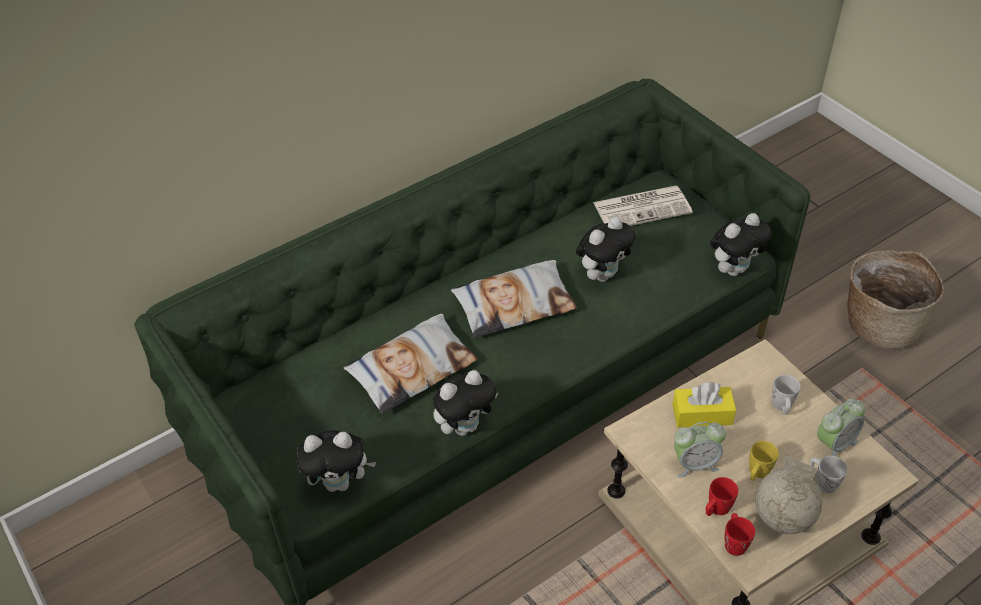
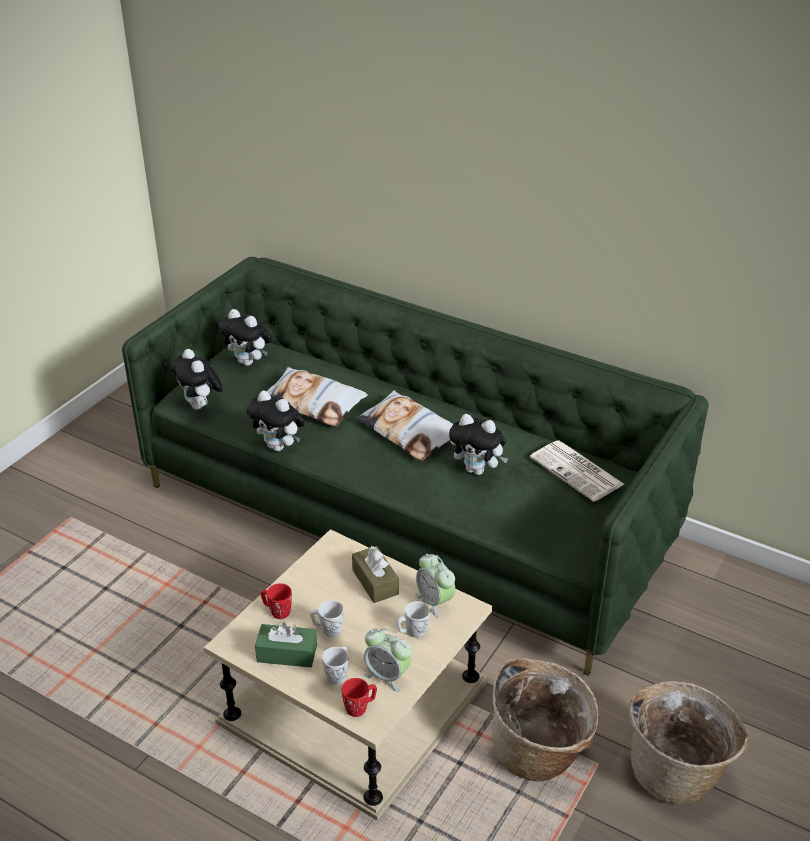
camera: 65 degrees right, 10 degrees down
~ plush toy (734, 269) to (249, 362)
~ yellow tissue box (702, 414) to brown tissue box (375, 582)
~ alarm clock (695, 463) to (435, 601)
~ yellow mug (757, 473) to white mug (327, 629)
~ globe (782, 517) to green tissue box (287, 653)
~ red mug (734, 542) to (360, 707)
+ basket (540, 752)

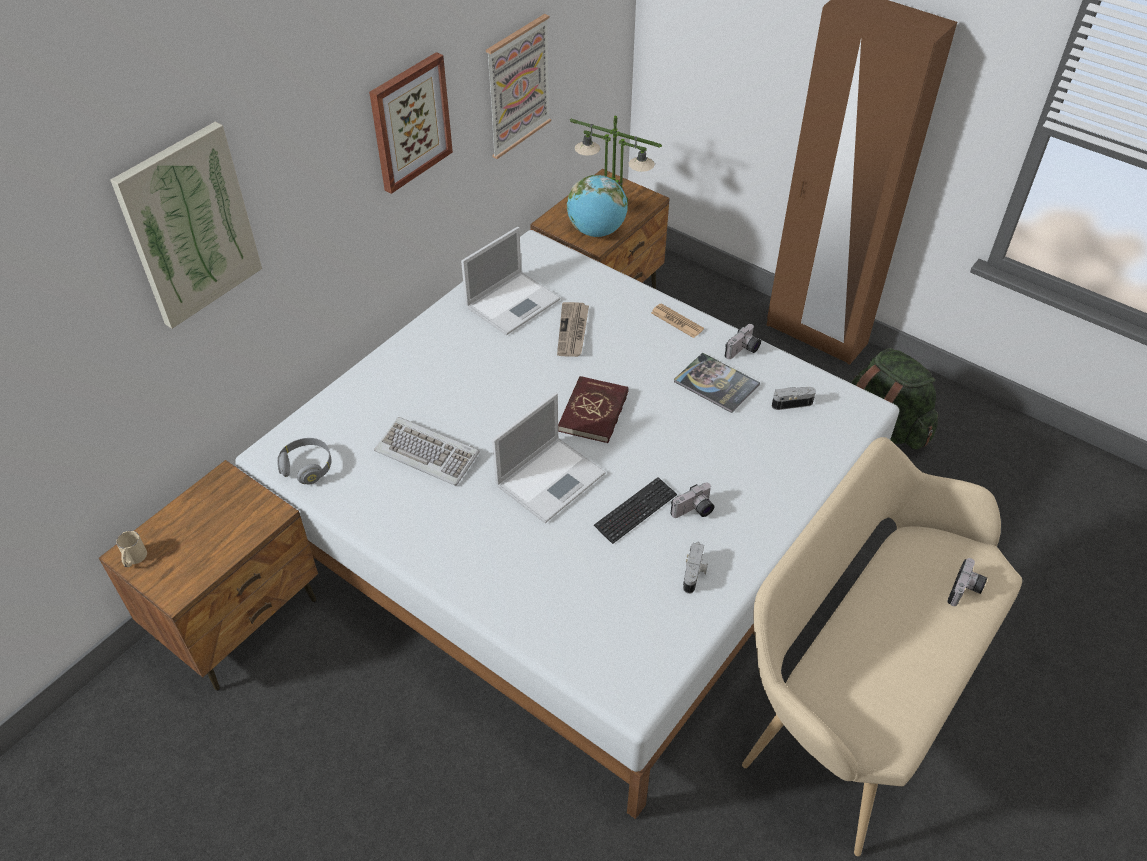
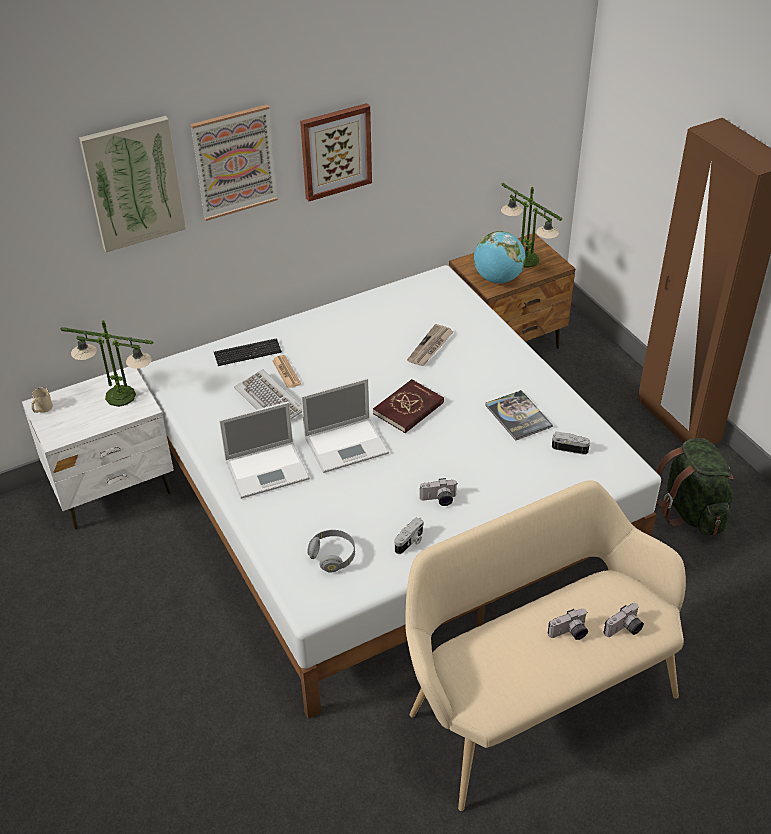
camera: 25 degrees right, 5 degrees down
~ picture (518, 86) to (234, 162)
~ laptop (514, 302) to (268, 469)
~ newspaper (677, 321) to (286, 372)
~ photo camera (743, 351) to (569, 633)
~ grey headphones (307, 467) to (333, 556)
~ brown nightstand (239, 619) to white nightstand (113, 488)
~ keyboard (635, 511) to (247, 353)
+ table lamp (120, 396)

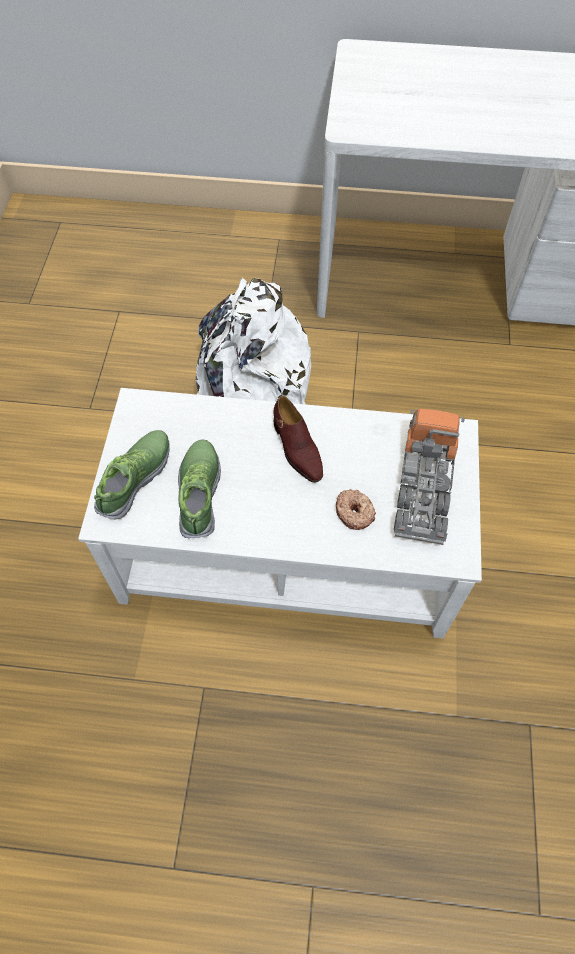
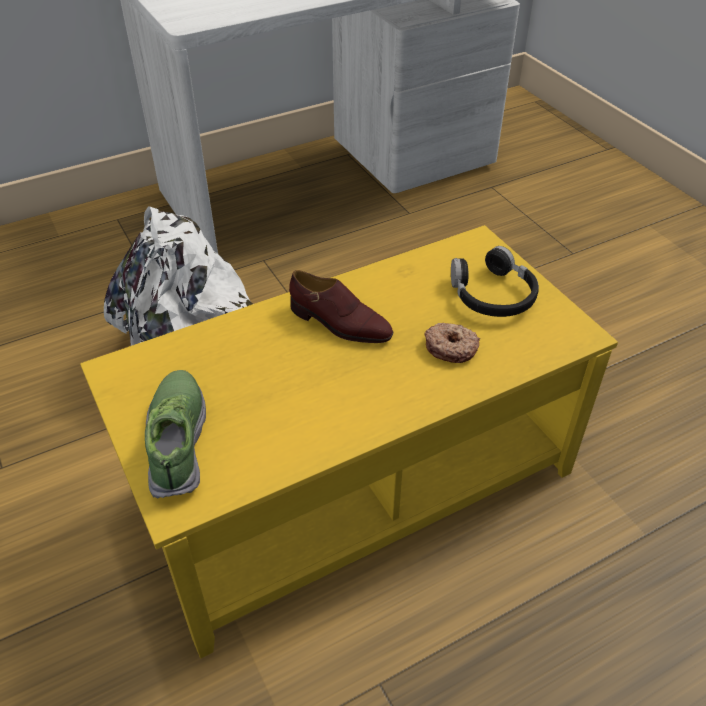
camera: 35 degrees left, 15 degrees down
~ white coffee table (286, 551) to yellow coffee table (353, 485)
~ toy truck (424, 486) to black headphones (492, 295)
- shoe (200, 493)

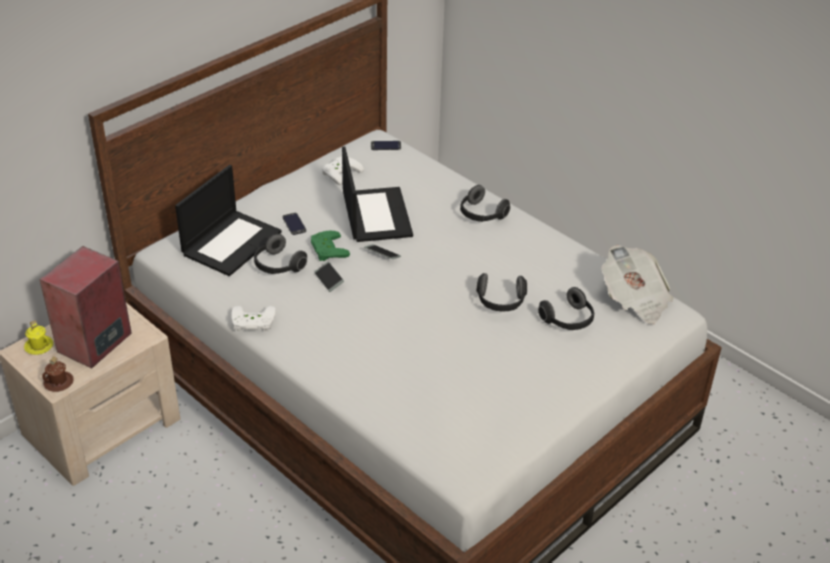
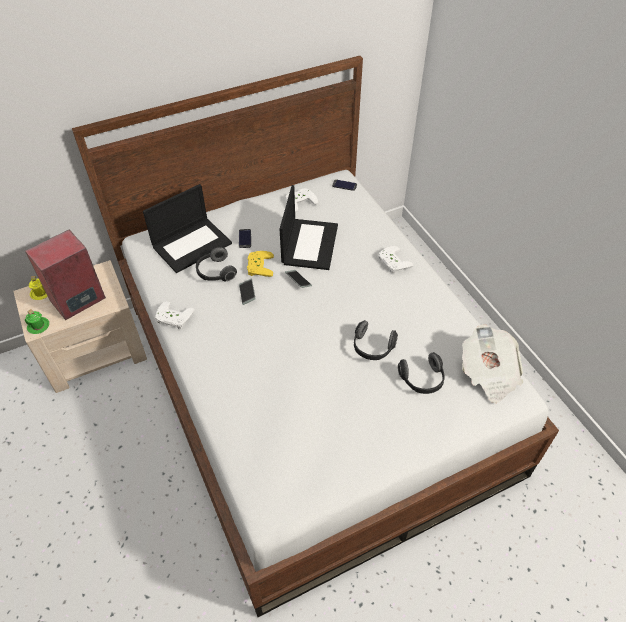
camera: 20 degrees right, 10 degrees up
~ headphones (481, 215) to white game controller (392, 262)
~ green game controller (326, 249) to yellow game controller (258, 266)
~ brown mug (58, 382) to green mug (38, 326)

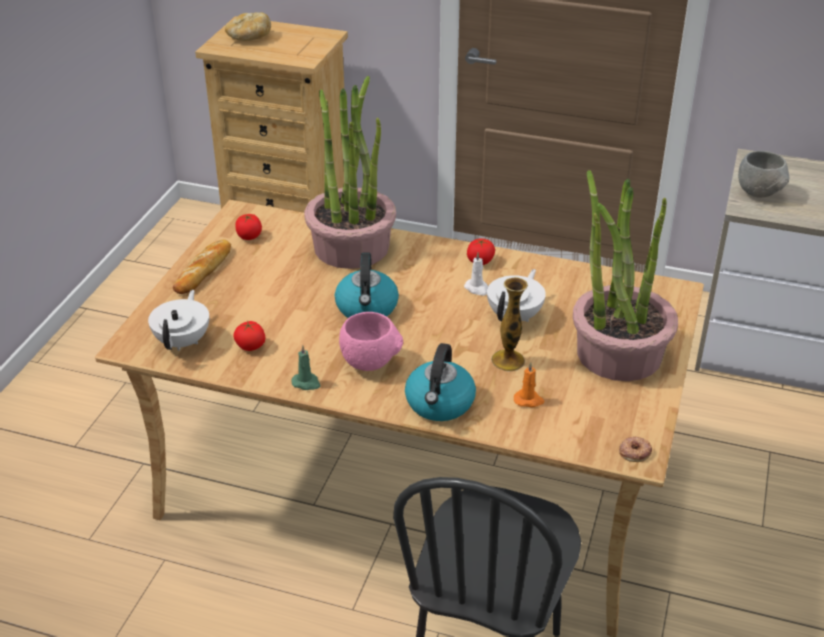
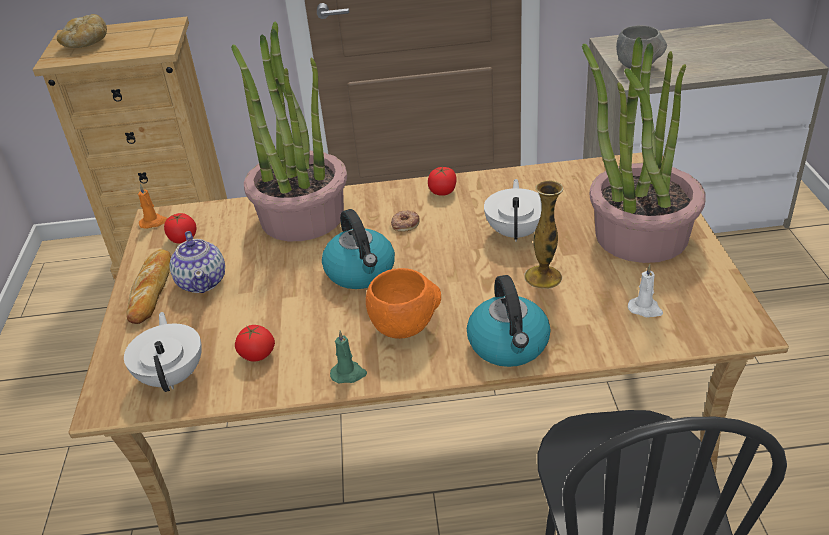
camera: 20 degrees left, 0 degrees up
~ white candle (477, 288) to (645, 309)
~ pink bowl (370, 364) to orange bowl (404, 329)
~ orange candle (529, 400) to (154, 222)
~ donut (634, 452) to (405, 223)
+ teapot (202, 281)

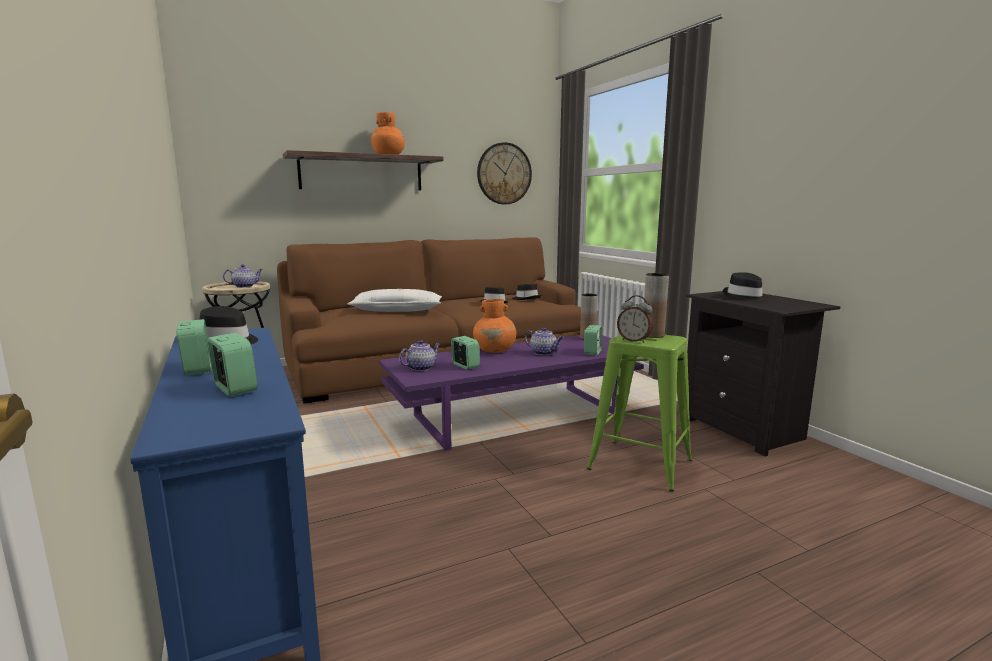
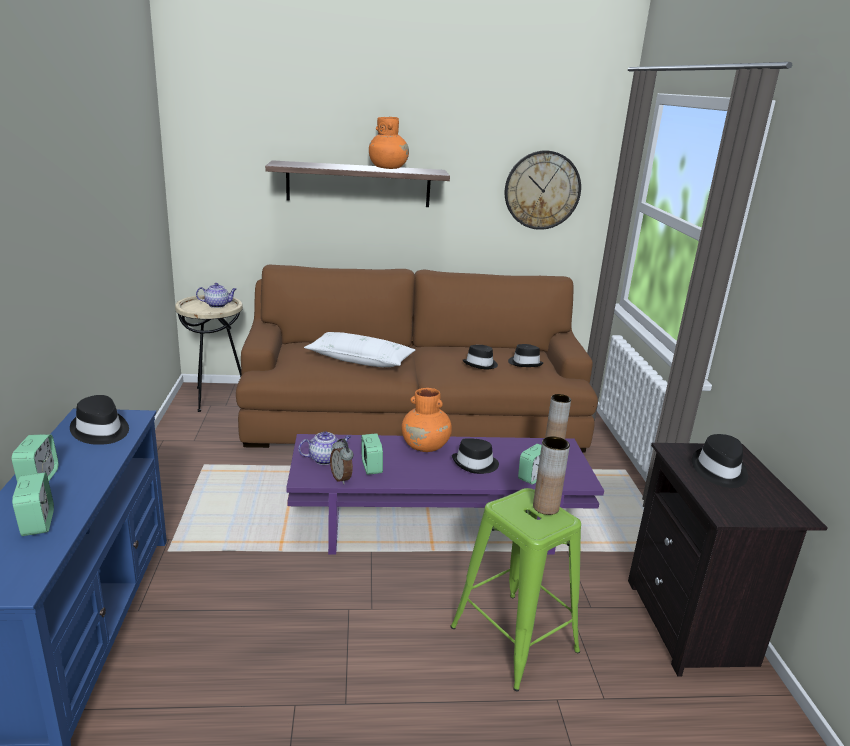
camera: 20 degrees right, 10 degrees up
~ alarm clock (634, 340) to (341, 478)
~ teapot (544, 353) to black hat (475, 464)

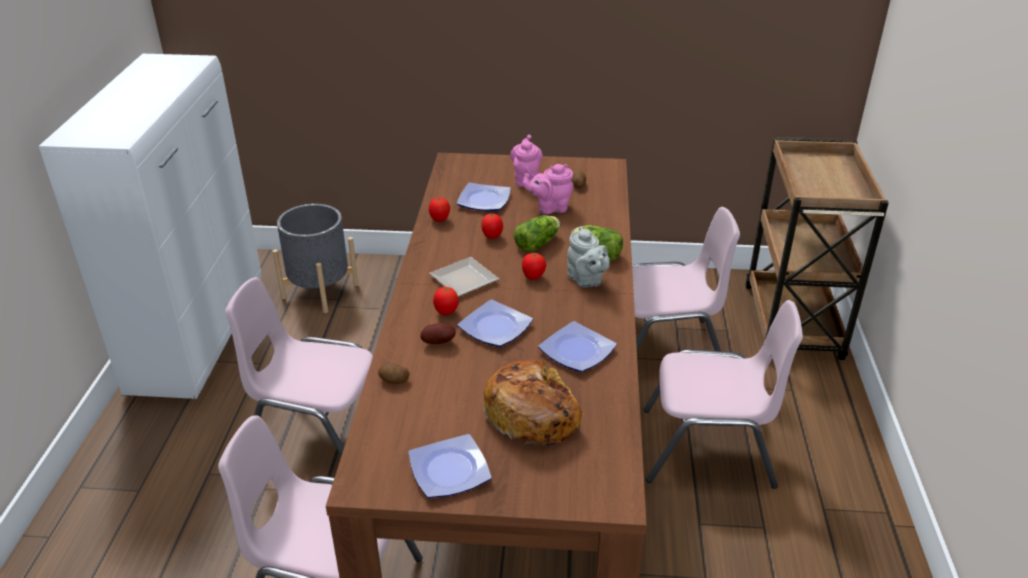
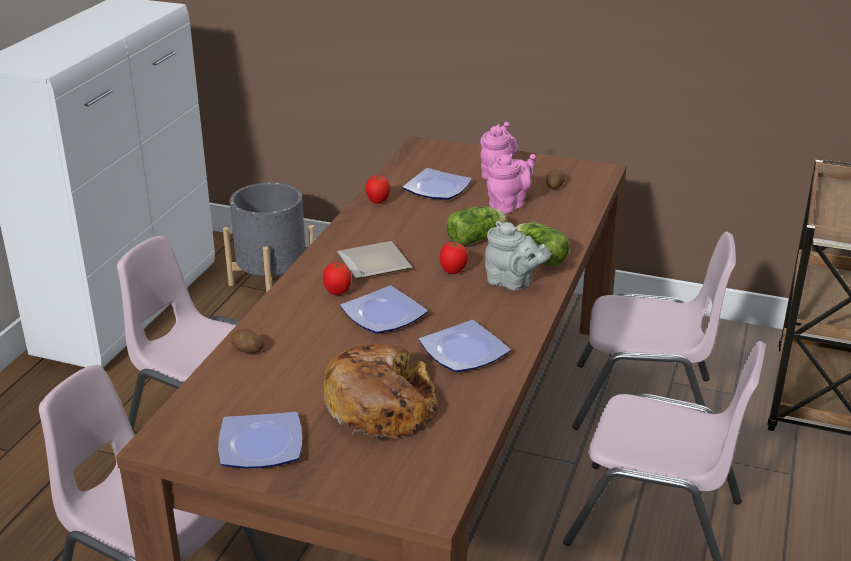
camera: 15 degrees right, 5 degrees down
~ pink teapot (550, 208) = (509, 205) 135 degrees clockwise
- tomato (492, 236)
~ grey teapot (586, 280) = (513, 283) 45 degrees counterclockwise
- potato (439, 342)

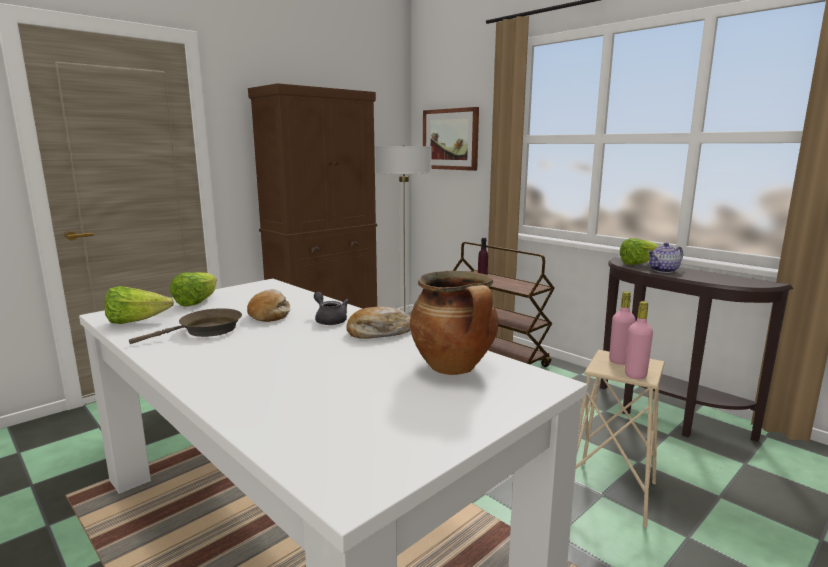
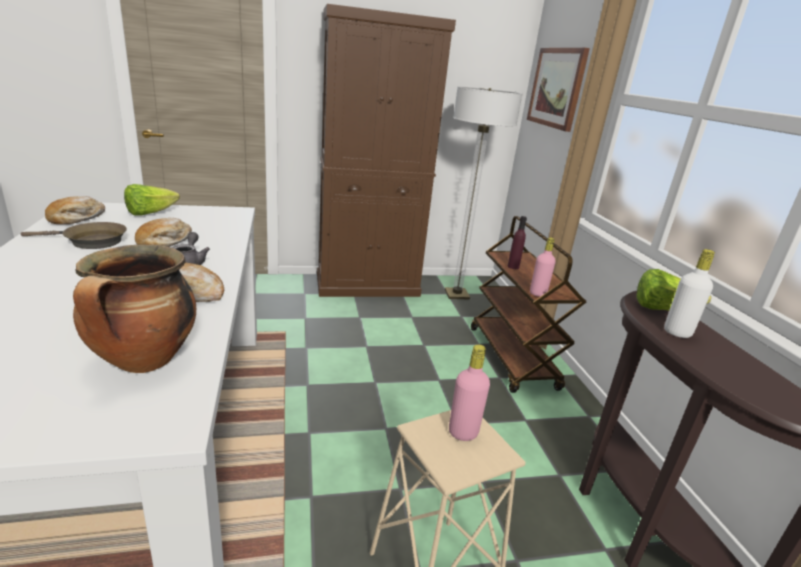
camera: 30 degrees right, 10 degrees up
~ teapot (664, 271) to white bottle (677, 332)
~ lettuce (136, 322) to bread (76, 218)
~ pink bottle (635, 375) to (538, 293)

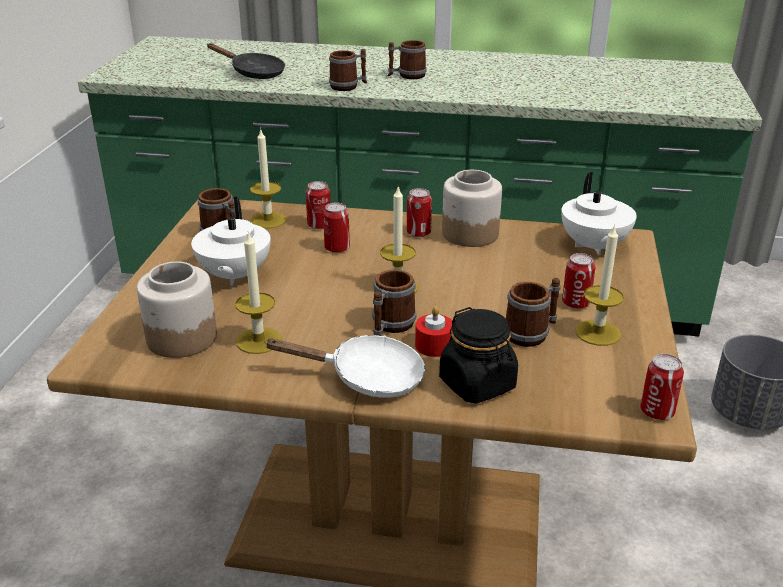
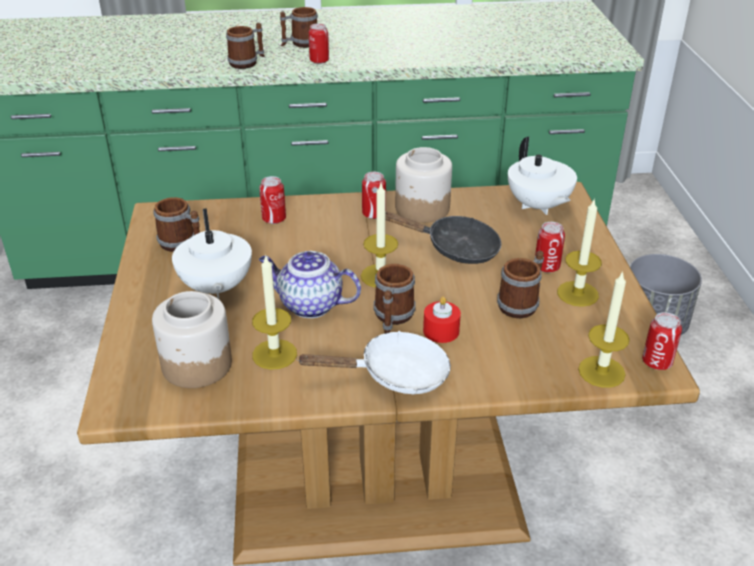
camera: 15 degrees left, 5 degrees up
~ black frying pan (253, 73) to (455, 248)
~ candle (268, 220) to (601, 371)
~ can (337, 248) to (319, 61)
- black jar (477, 384)
+ teapot (309, 305)

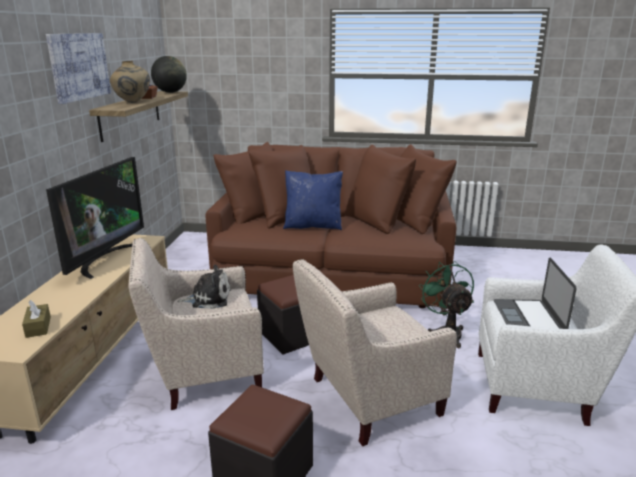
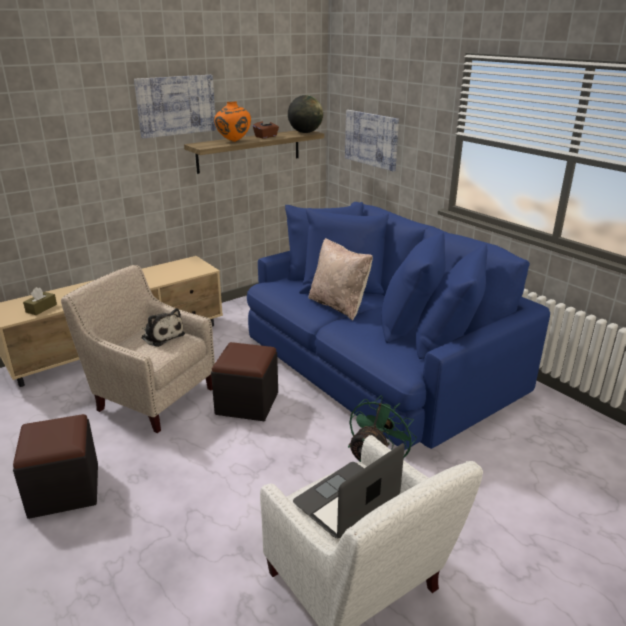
camera: 45 degrees right, 5 degrees up
~ beige vase (132, 103) to orange vase (233, 141)
~ brown sofa (333, 272) to blue sofa (379, 365)
- television (104, 259)
~ blue pillow (313, 226) to beige pillow (338, 306)
- beige armchair (366, 399)
+ picture (371, 139)

